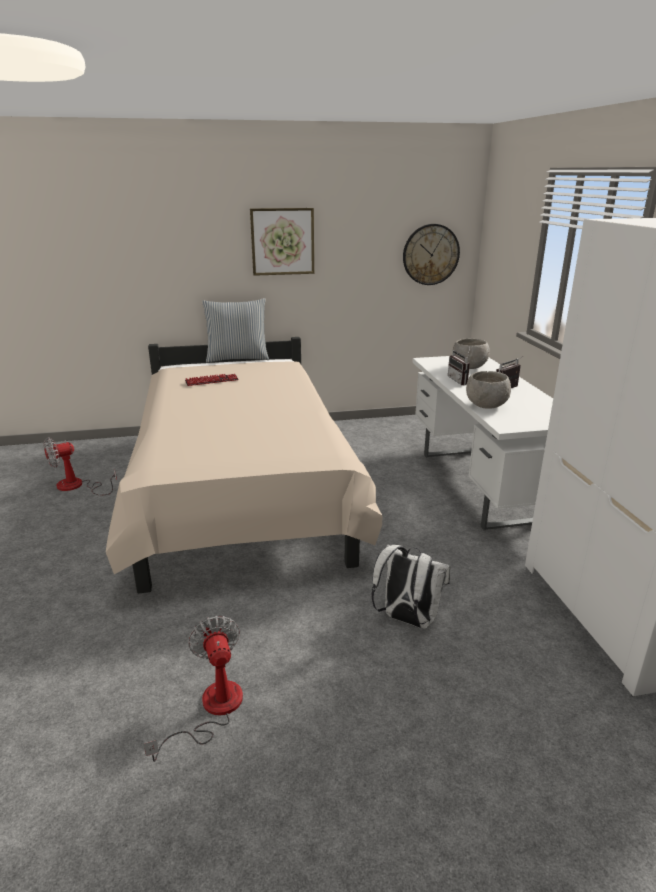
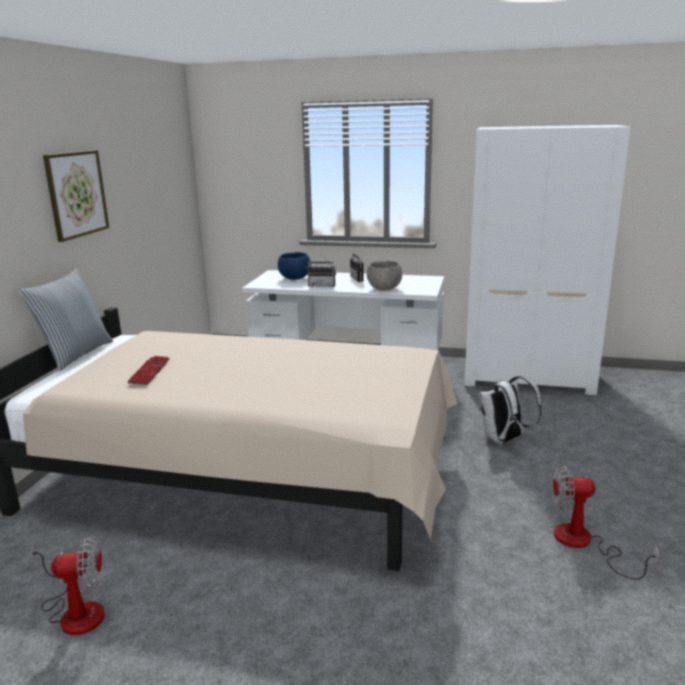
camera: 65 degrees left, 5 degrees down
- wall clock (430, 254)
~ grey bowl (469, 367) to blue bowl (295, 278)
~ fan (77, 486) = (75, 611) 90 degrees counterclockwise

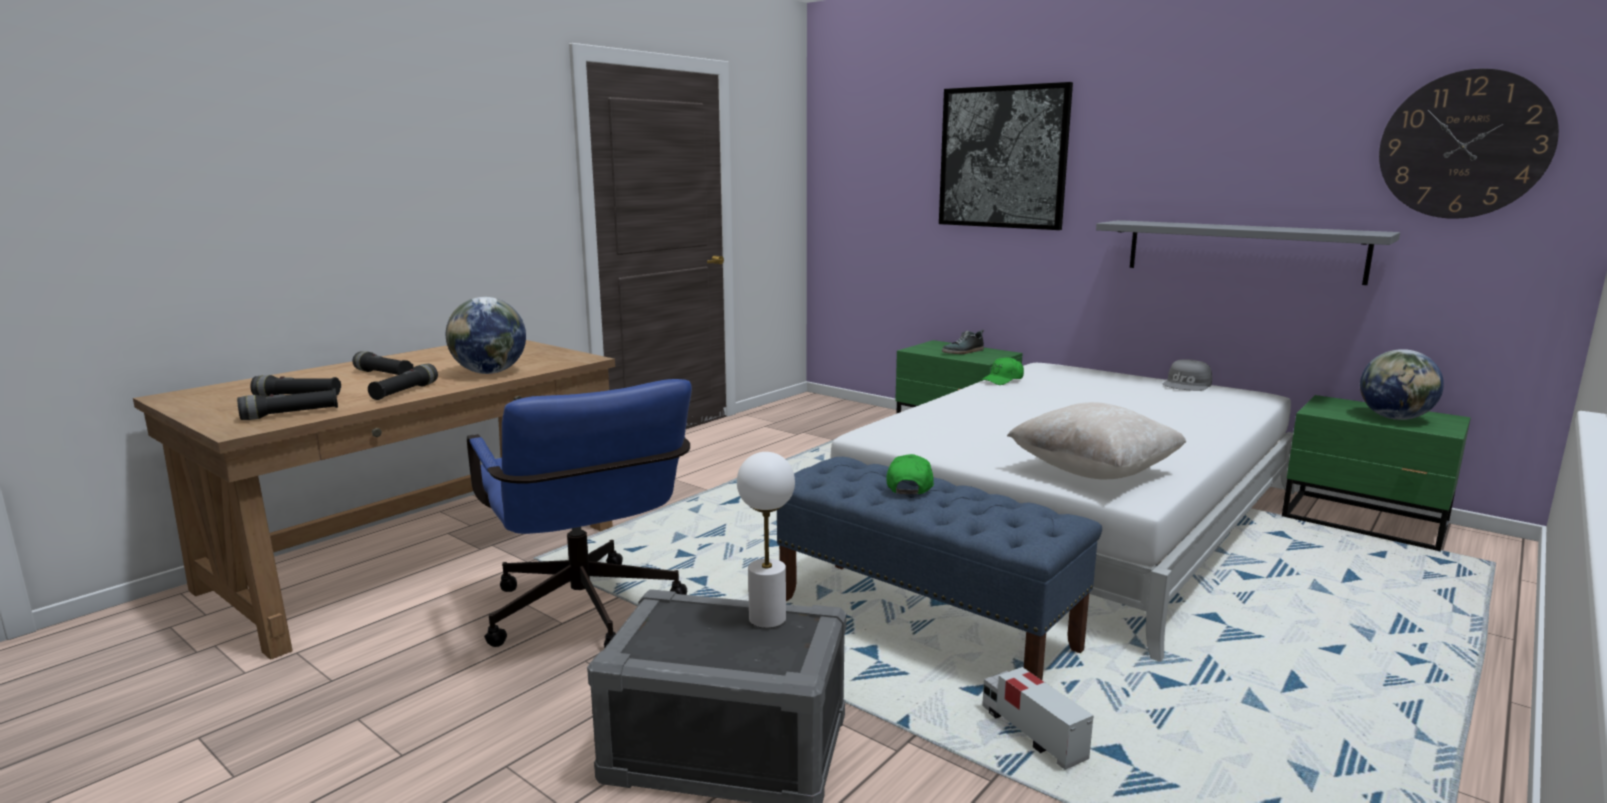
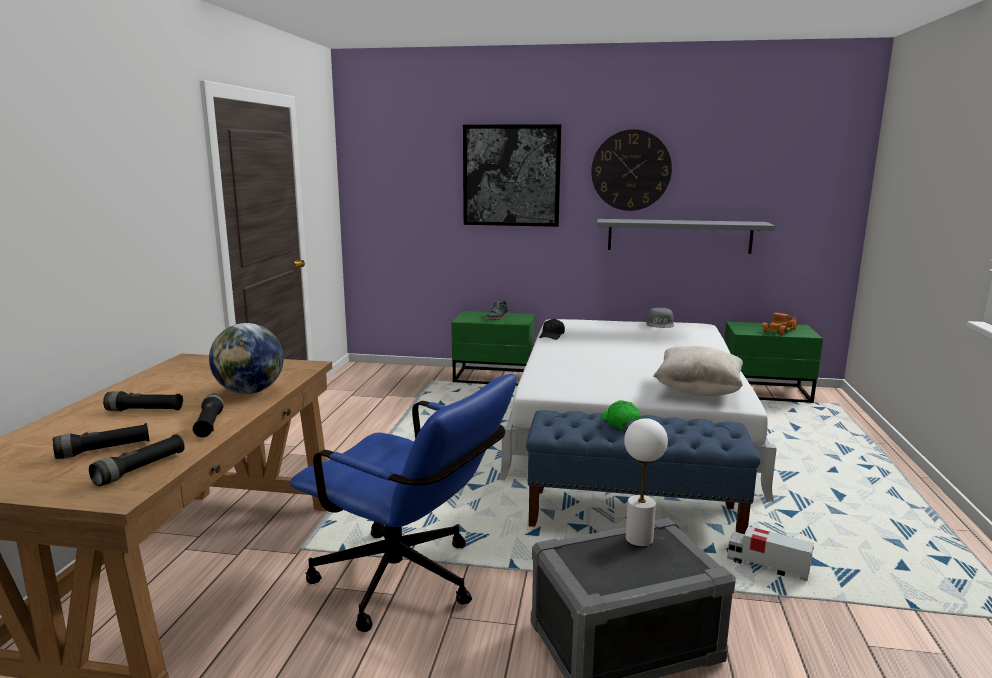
camera: 30 degrees left, 0 degrees up
~ wall clock (1464, 145) to (631, 170)
~ globe (1395, 418) to toy truck (780, 330)
~ green cap (1003, 380) to black cap (552, 335)

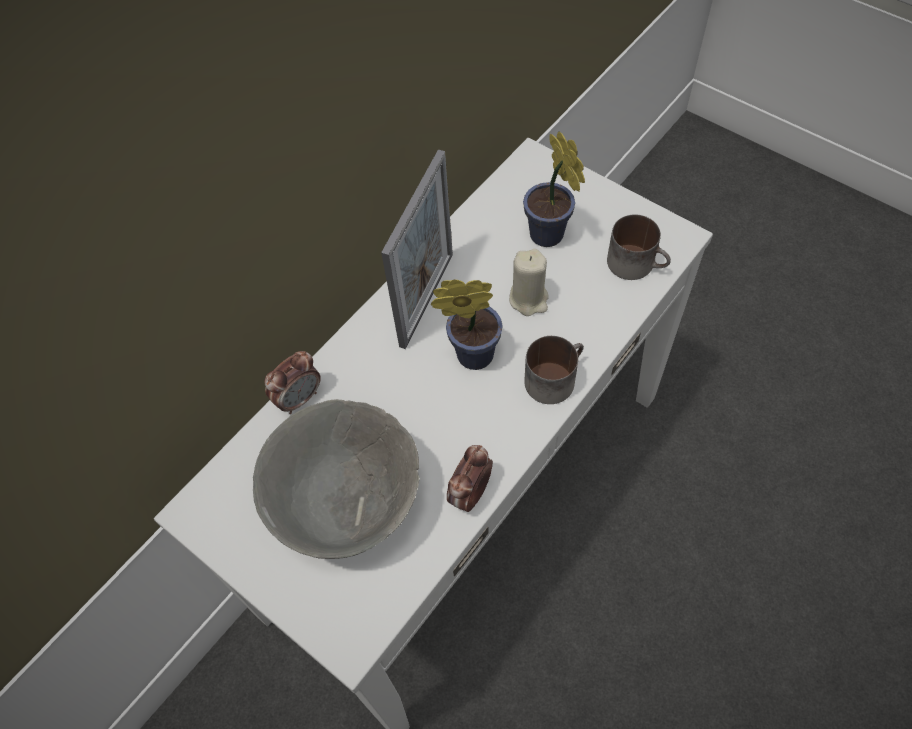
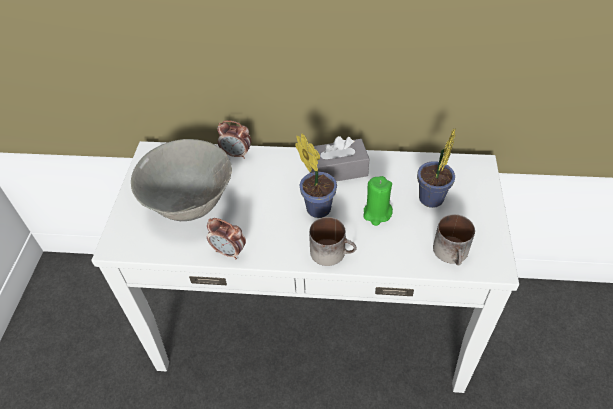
camera: 55 degrees right, 10 degrees down
~ picture frame (427, 299) to grey tissue box (337, 170)
~ beige candle (529, 299) to green candle (377, 213)
~ alarm clock (470, 494) = (229, 251) 150 degrees counterclockwise

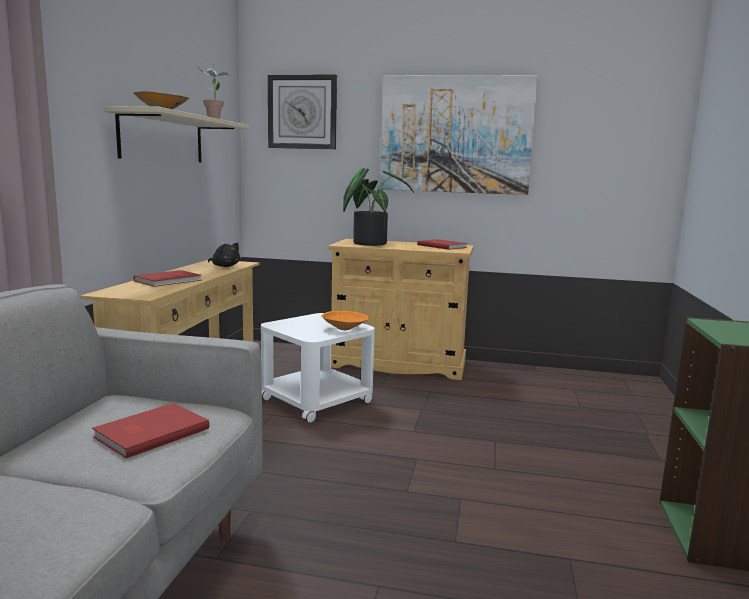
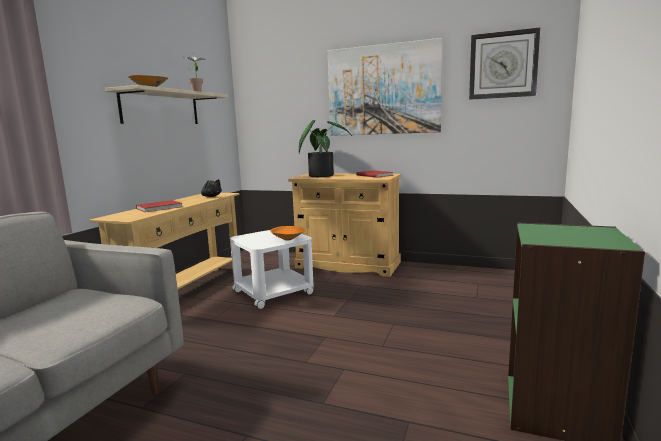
camera: 10 degrees right, 0 degrees up
~ wall clock (302, 112) to (503, 65)
- red book (149, 432)

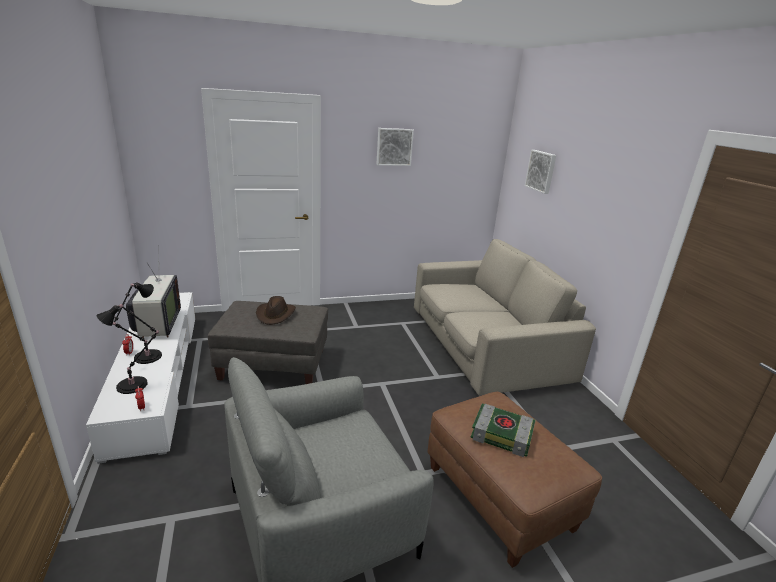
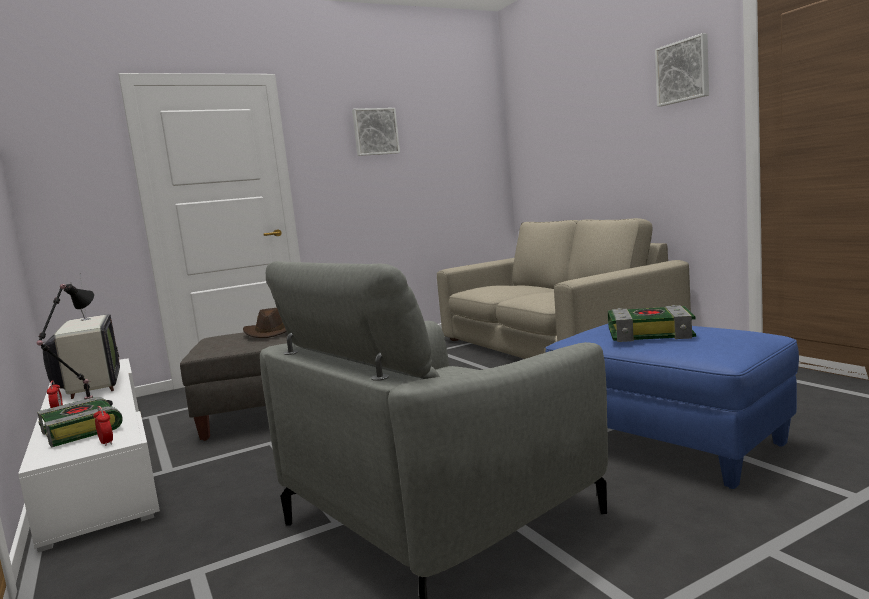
camera: 10 degrees left, 15 degrees down
~ picture (541, 171) to (683, 71)
~ black table lamp (135, 385) to book (83, 430)
~ brown ottoman (500, 498) to blue ottoman (670, 443)

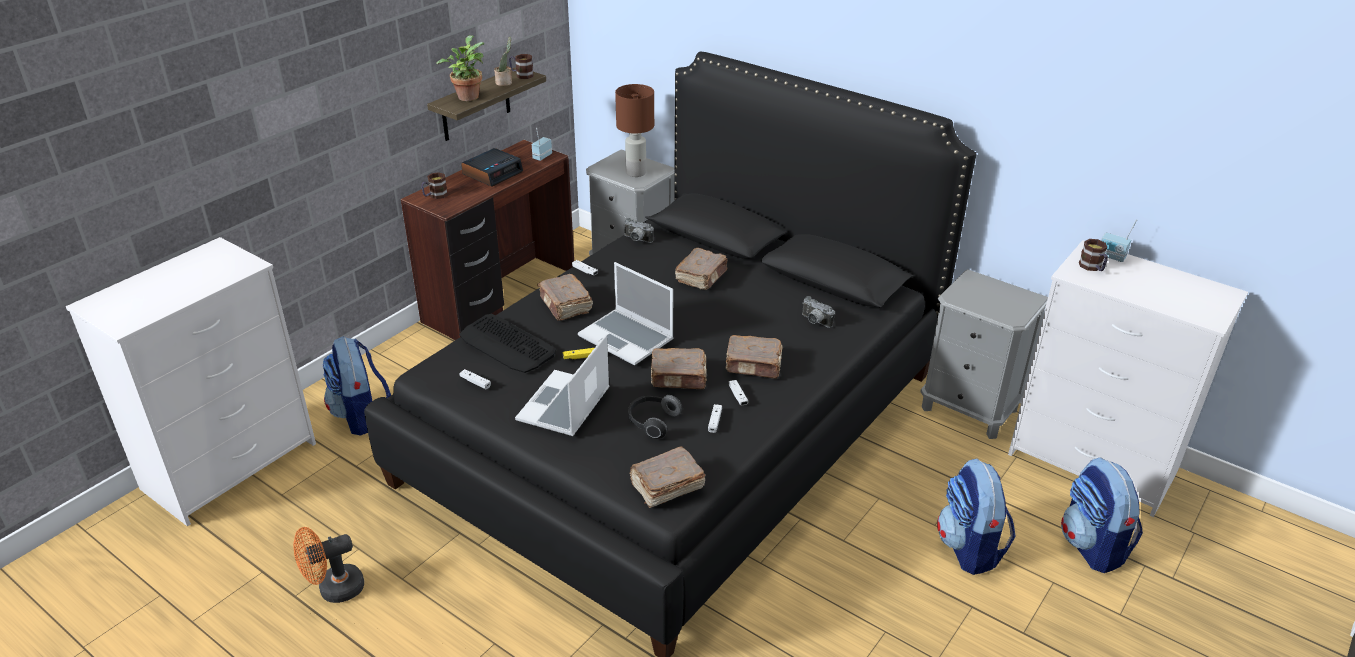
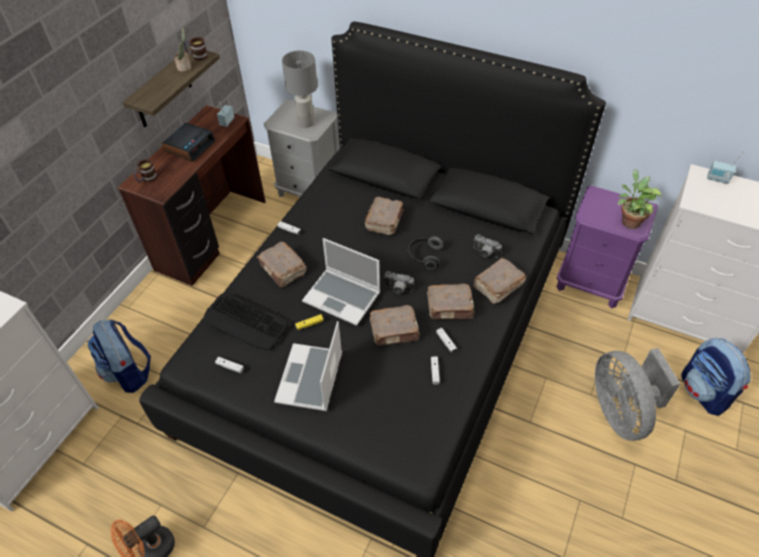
camera: 10 degrees left, 15 degrees up
~ potted plant (468, 96) to (628, 221)
~ brown table lamp (635, 172) to grey table lamp (305, 122)
~ photo camera (637, 240) to (398, 289)
- mug (1092, 268)
~ grey nightstand (969, 409) to purple nightstand (590, 283)
~ headphones (652, 422) to (424, 256)
~ brown book (666, 486) to (497, 286)
~ backpack (969, 548) to grey fan (620, 411)

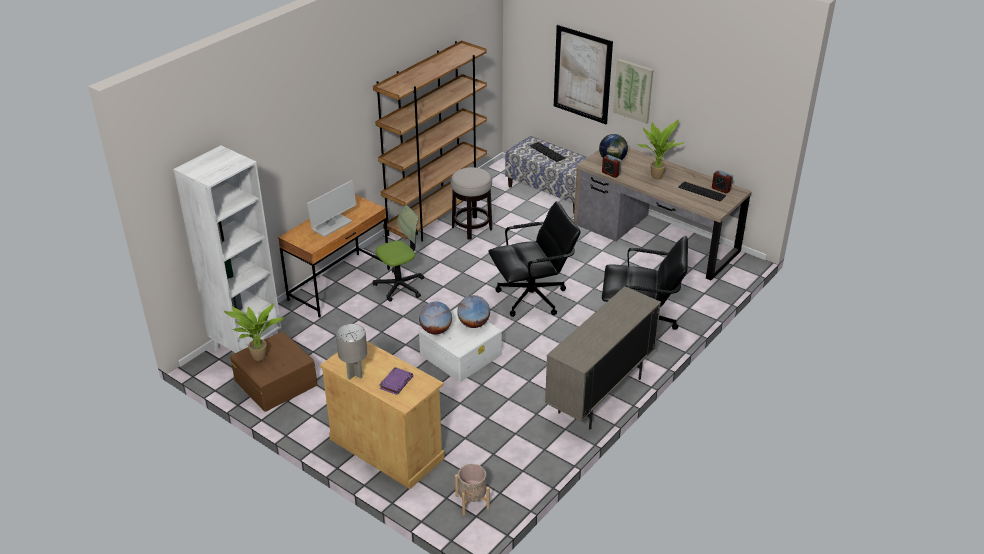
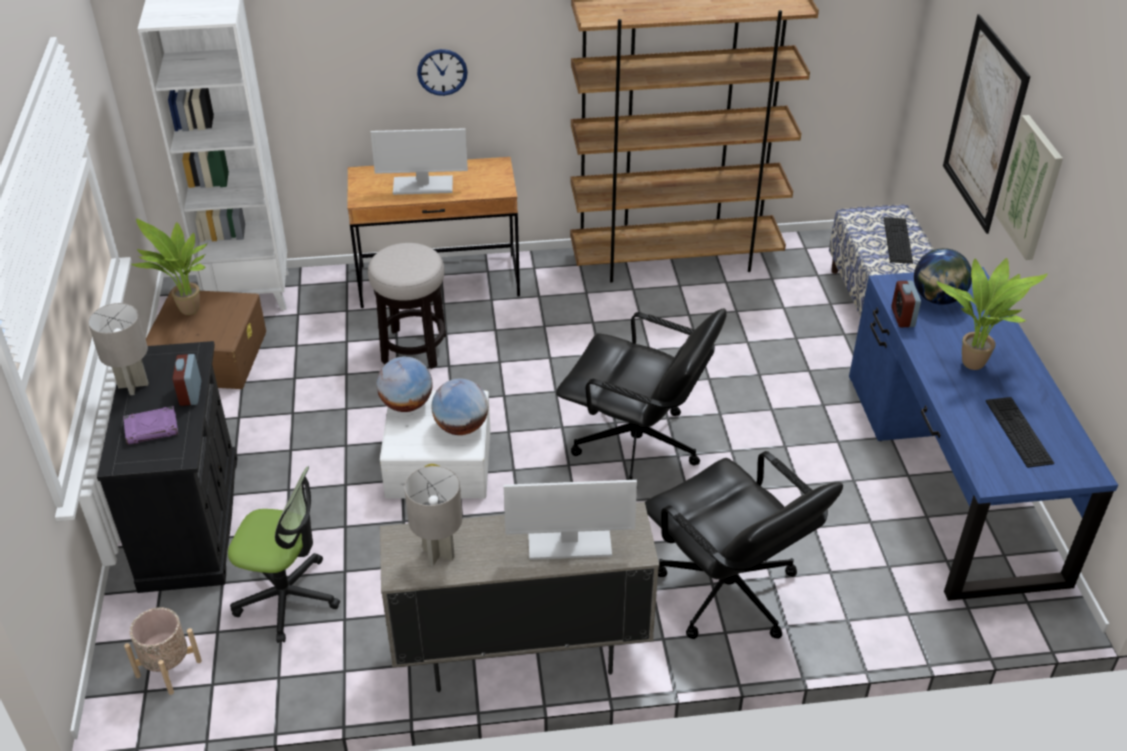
camera: 45 degrees right, 5 degrees up
~ brown desk (655, 238) to blue desk (951, 474)
~ stool (472, 228) to (414, 349)
~ alarm clock (721, 189) to (190, 393)
~ office chair (400, 286) to (287, 597)
~ beige cabinet (387, 448) to black cabinet (191, 521)
+ wall clock (442, 72)
+ grey table lamp (439, 553)
+ monitor (568, 543)

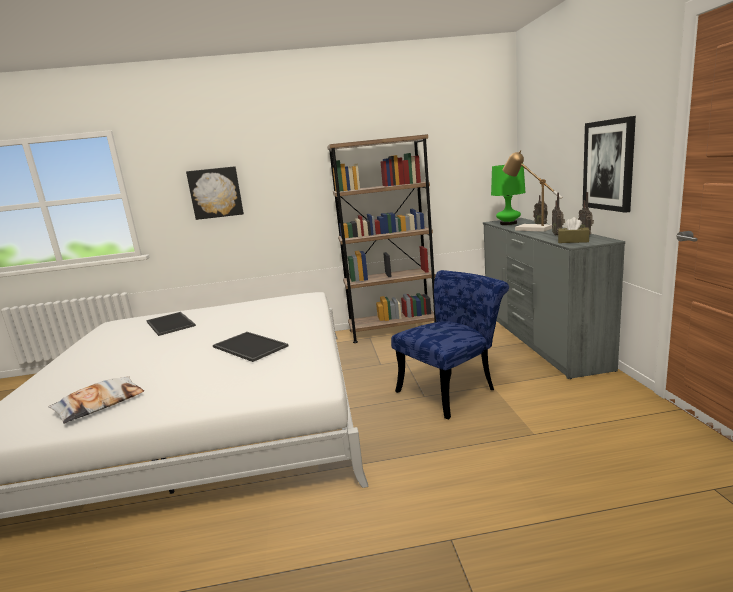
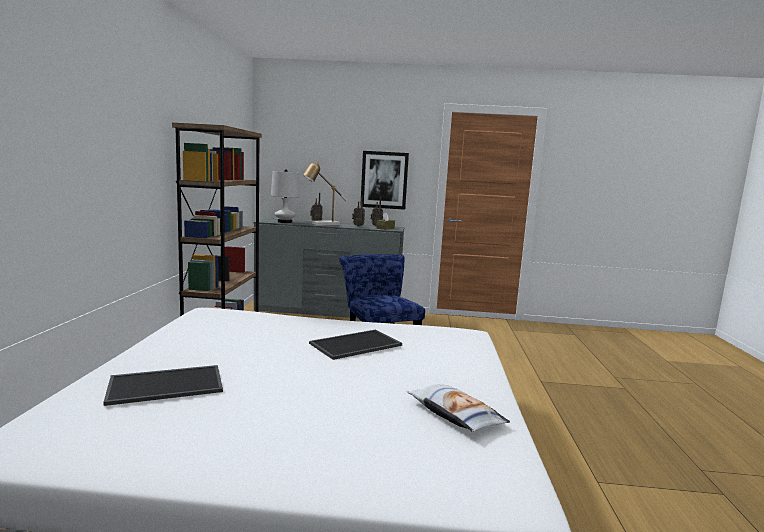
camera: 80 degrees left, 5 degrees down
~ green table lamp (508, 223) to white table lamp (285, 222)
- picture (216, 193)

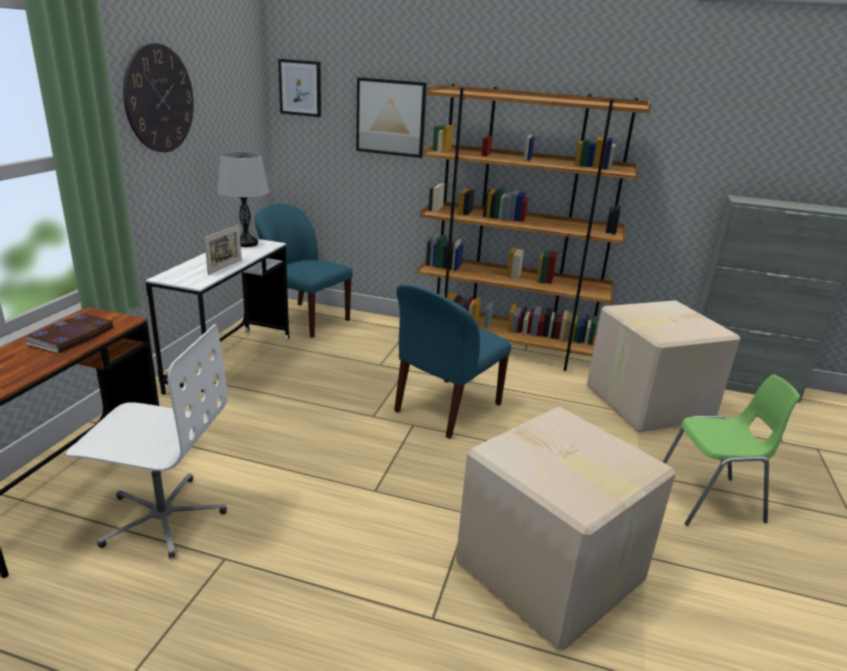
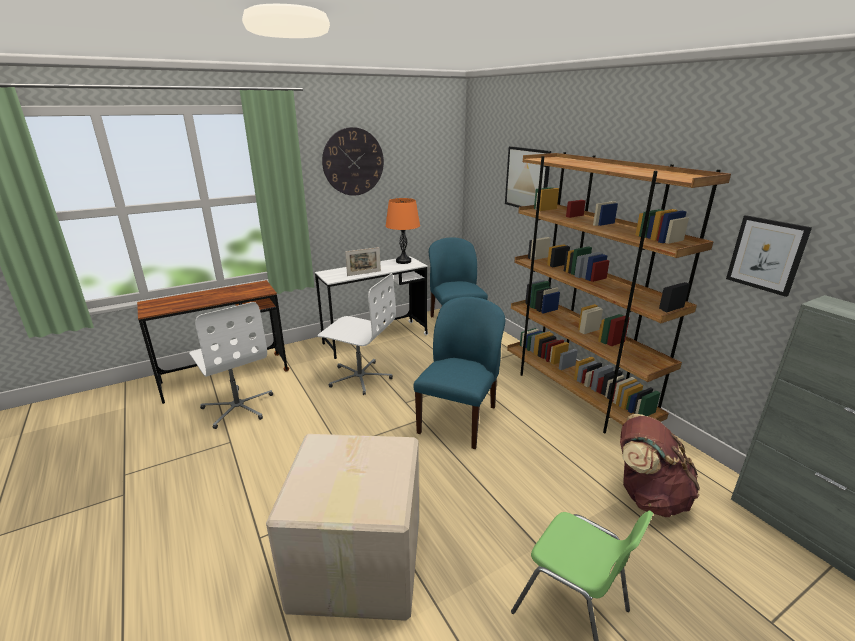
camera: 45 degrees right, 0 degrees up
~ picture (300, 88) to (766, 254)
~ grey table lamp (246, 243) to orange table lamp (403, 261)
~ blue chair (446, 408) = (458, 419) 120 degrees clockwise
~ cardboard box (646, 402) to brown backpack (647, 496)
- book (71, 336)
+ white office chair (360, 377)

